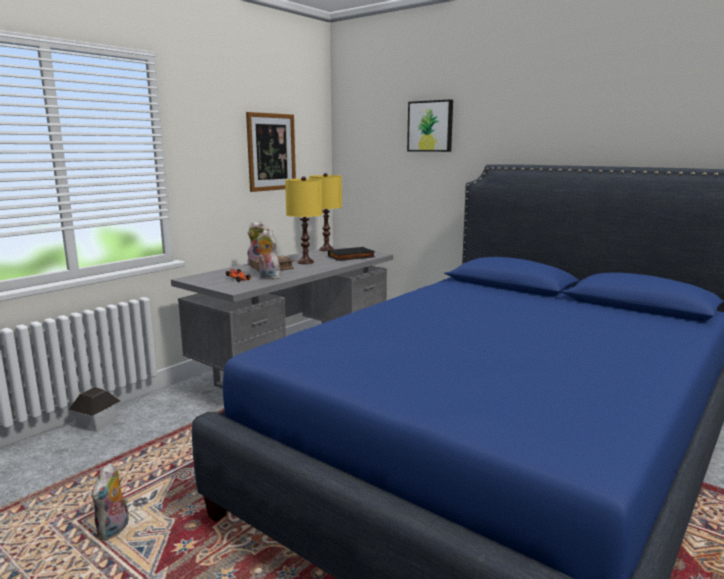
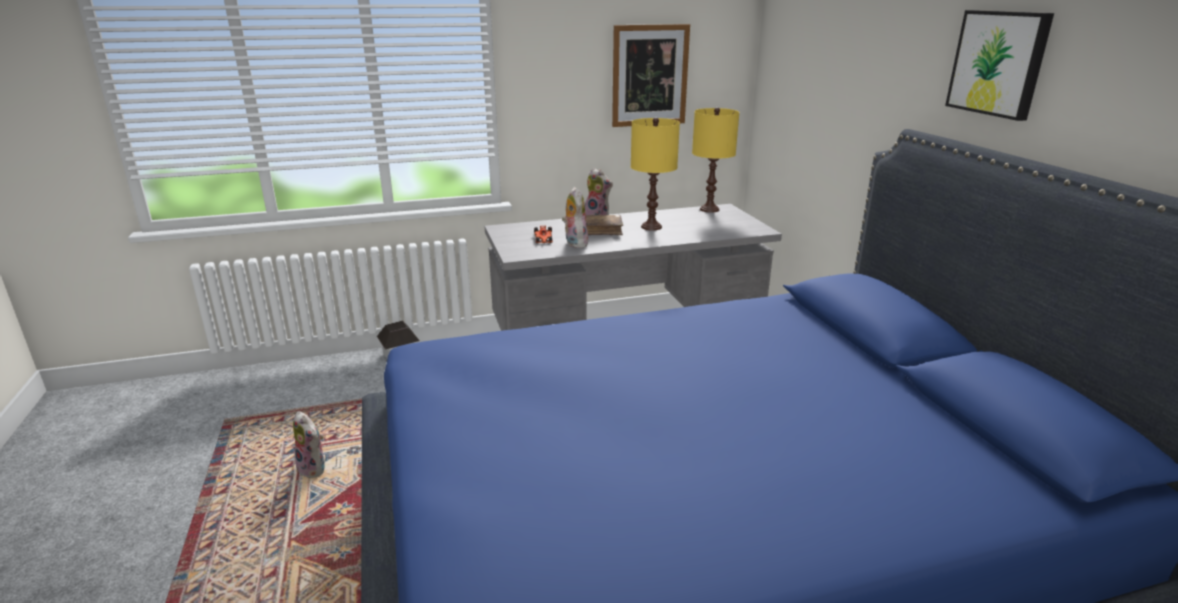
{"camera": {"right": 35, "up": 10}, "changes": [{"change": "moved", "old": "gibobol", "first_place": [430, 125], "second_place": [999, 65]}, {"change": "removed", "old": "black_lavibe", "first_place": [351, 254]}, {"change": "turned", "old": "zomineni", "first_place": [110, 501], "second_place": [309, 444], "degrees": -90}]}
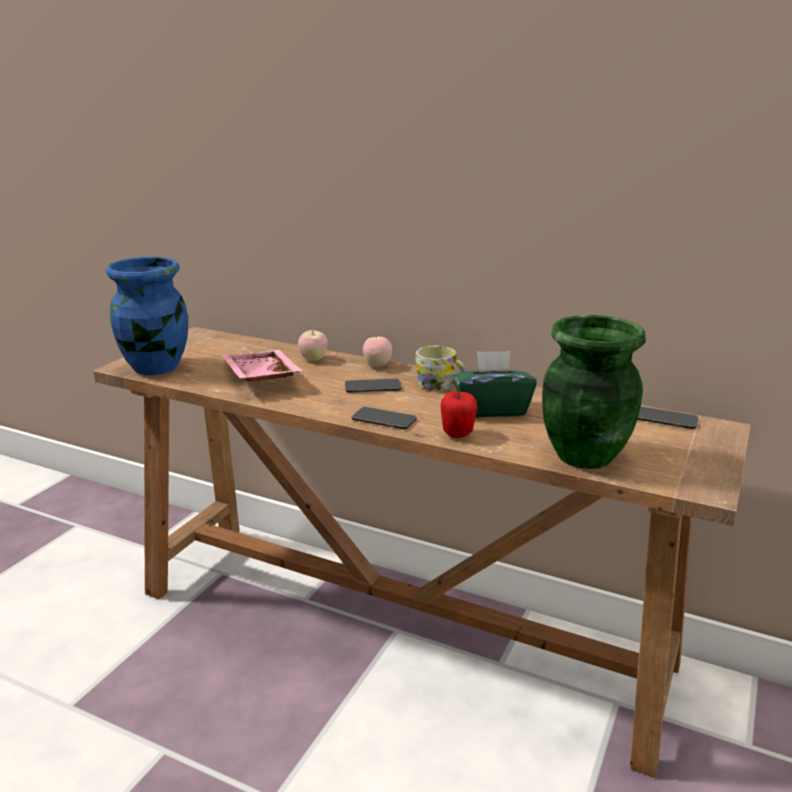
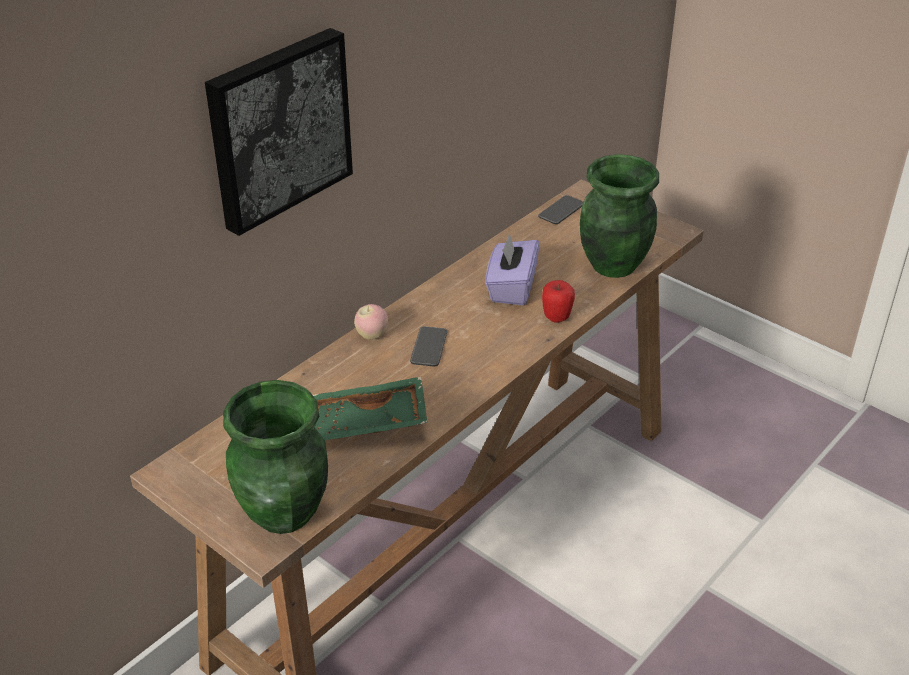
{"camera": {"right": -75, "up": 15}, "changes": [{"change": "recoloured", "old": "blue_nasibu", "new": "green_nasibu", "first_place": [147, 316], "second_place": [275, 457]}, {"change": "removed", "old": "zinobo", "first_place": [313, 345]}, {"change": "removed", "old": "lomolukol", "first_place": [440, 368]}, {"change": "recoloured", "old": "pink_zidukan", "new": "green_zidukan", "first_place": [262, 365], "second_place": [370, 408]}, {"change": "recoloured", "old": "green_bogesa", "new": "purple_bogesa", "first_place": [495, 384], "second_place": [512, 269]}, {"change": "removed", "old": "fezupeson", "first_place": [384, 418]}, {"change": "added", "new": "gibobol", "second_place": [279, 132]}]}
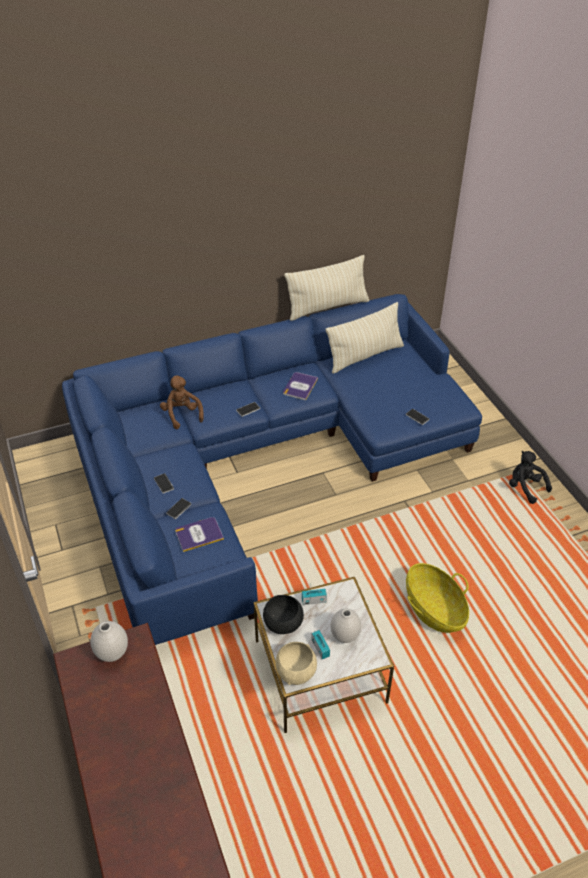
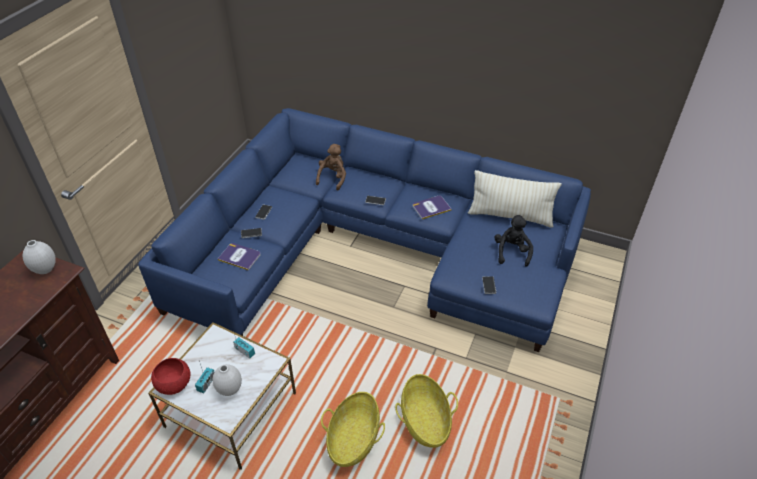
{"camera": {"right": 45, "up": 0}, "changes": [{"change": "removed", "old": "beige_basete", "first_place": [326, 288]}, {"change": "moved", "old": "black_zomineni", "first_place": [530, 477], "second_place": [513, 241]}, {"change": "removed", "old": "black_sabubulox", "first_place": [283, 614]}, {"change": "recoloured", "old": "beige_sabubulox", "new": "red_sabubulox", "first_place": [296, 663], "second_place": [170, 376]}, {"change": "added", "new": "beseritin", "second_place": [426, 411]}]}
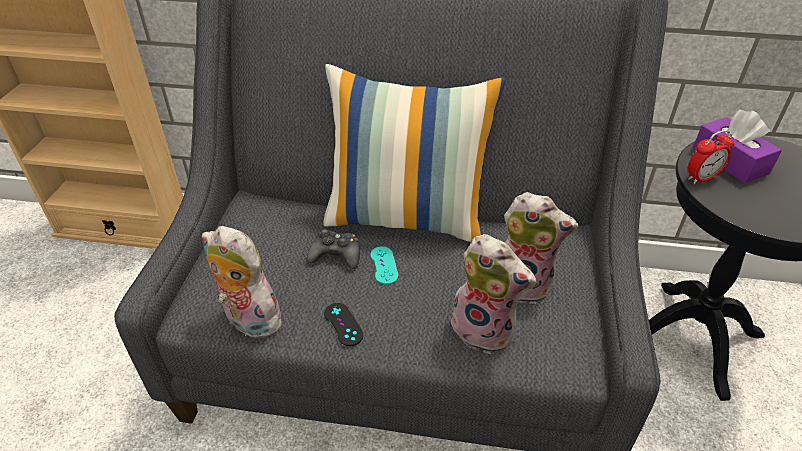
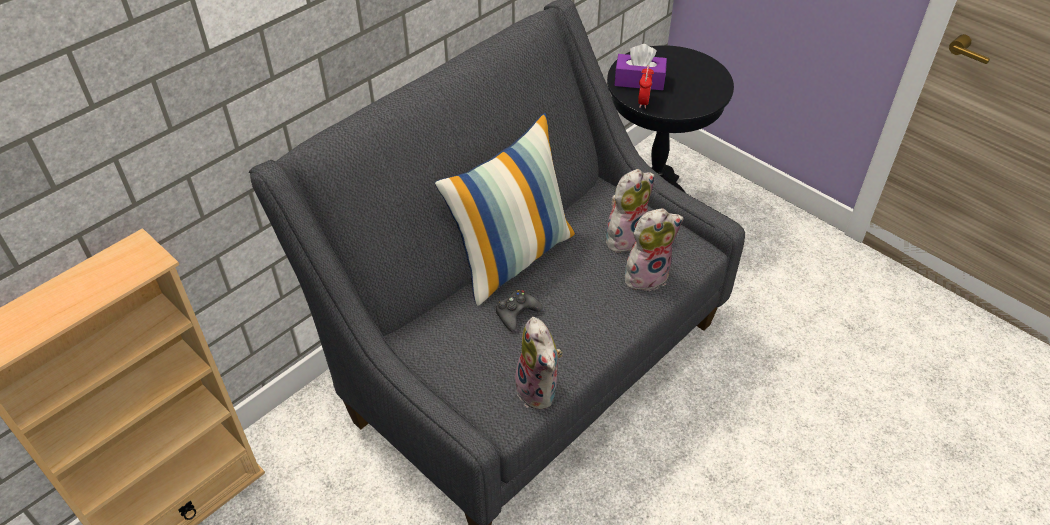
{"camera": {"right": -55, "up": 5}, "changes": [{"change": "turned", "old": "zomineni", "first_place": [243, 282], "second_place": [537, 363], "degrees": -90}, {"change": "removed", "old": "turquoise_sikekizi", "first_place": [384, 265]}, {"change": "removed", "old": "black_sikekizi", "first_place": [344, 324]}]}
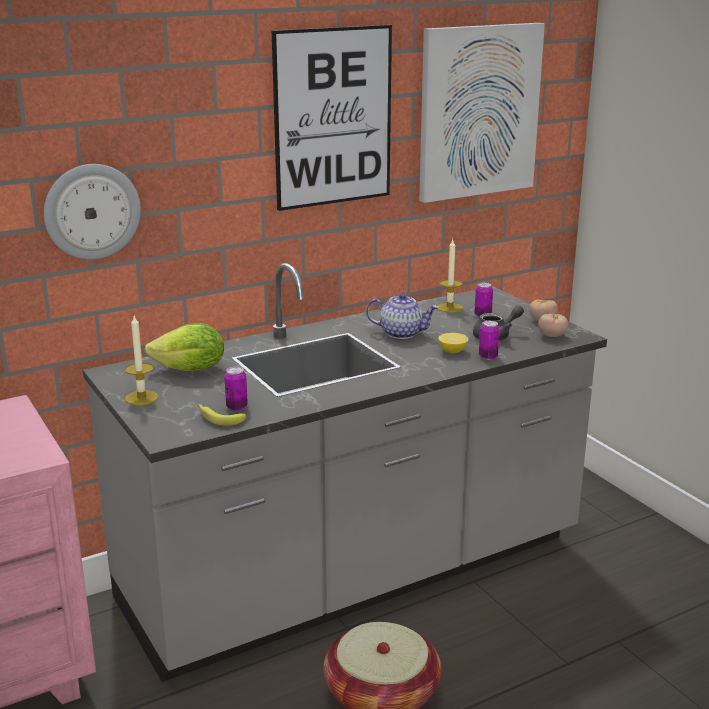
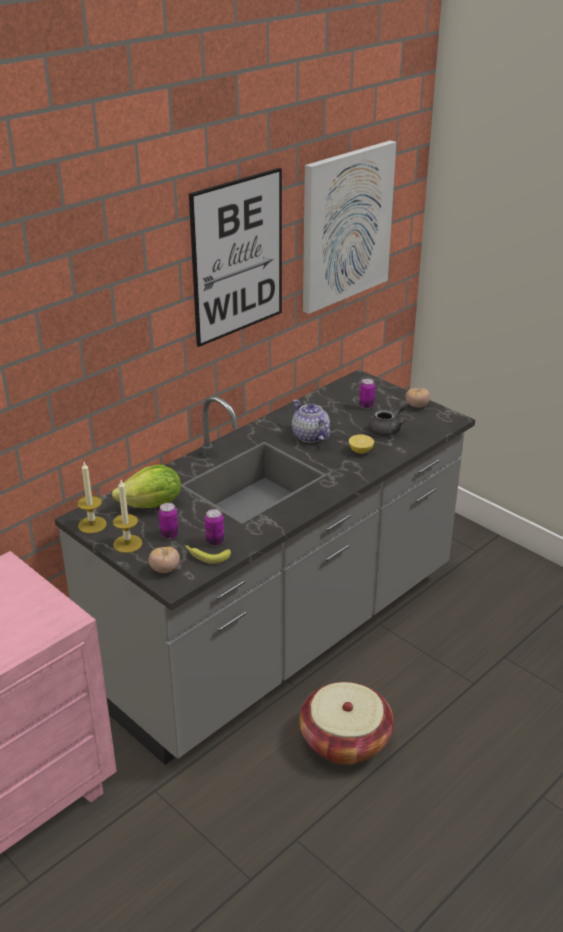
{"camera": {"right": -15, "up": 10}, "changes": [{"change": "removed", "old": "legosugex", "first_place": [92, 212]}, {"change": "moved", "old": "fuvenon", "first_place": [450, 276], "second_place": [92, 497]}, {"change": "turned", "old": "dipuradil", "first_place": [402, 316], "second_place": [311, 421], "degrees": -120}, {"change": "moved", "old": "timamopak", "first_place": [553, 325], "second_place": [164, 560]}, {"change": "moved", "old": "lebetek", "first_place": [489, 340], "second_place": [169, 521]}]}
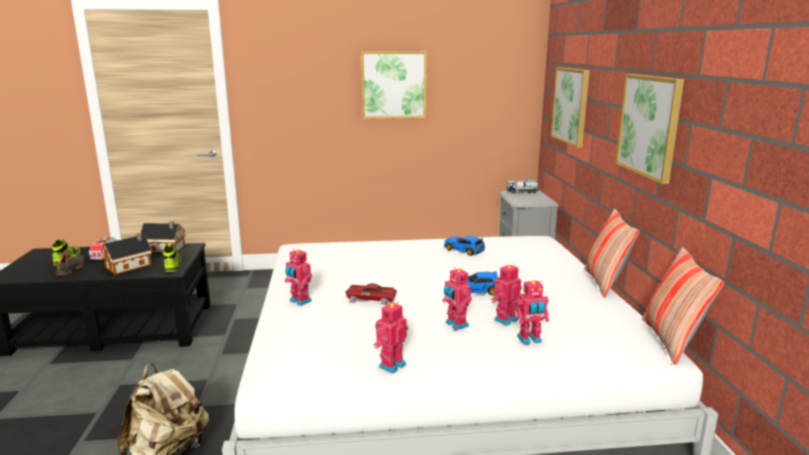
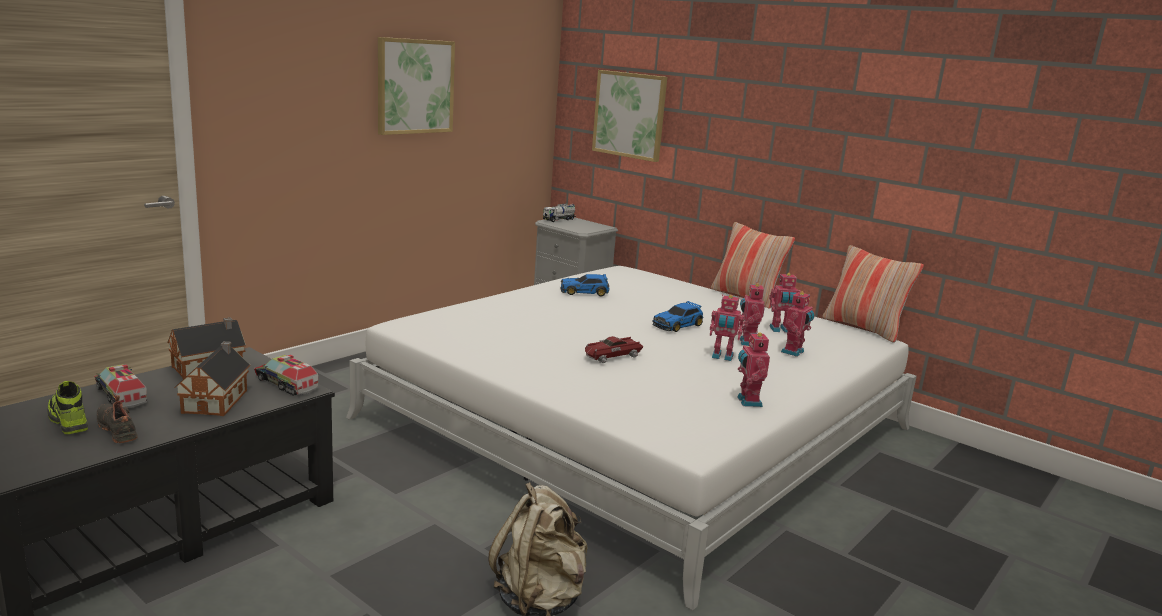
{"camera": {"right": -45, "up": 0}, "changes": [{"change": "removed", "old": "gibobol", "first_place": [649, 129]}, {"change": "replaced", "old": "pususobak", "new": "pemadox", "first_place": [172, 258], "second_place": [286, 375]}, {"change": "moved", "old": "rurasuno", "first_place": [298, 277], "second_place": [785, 303]}]}
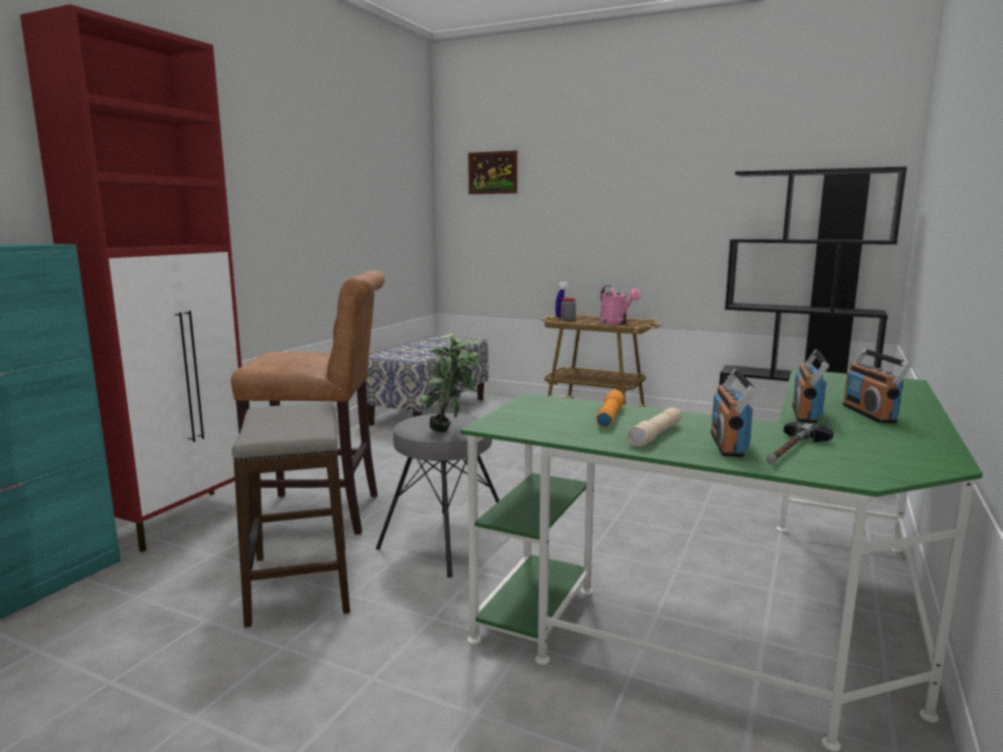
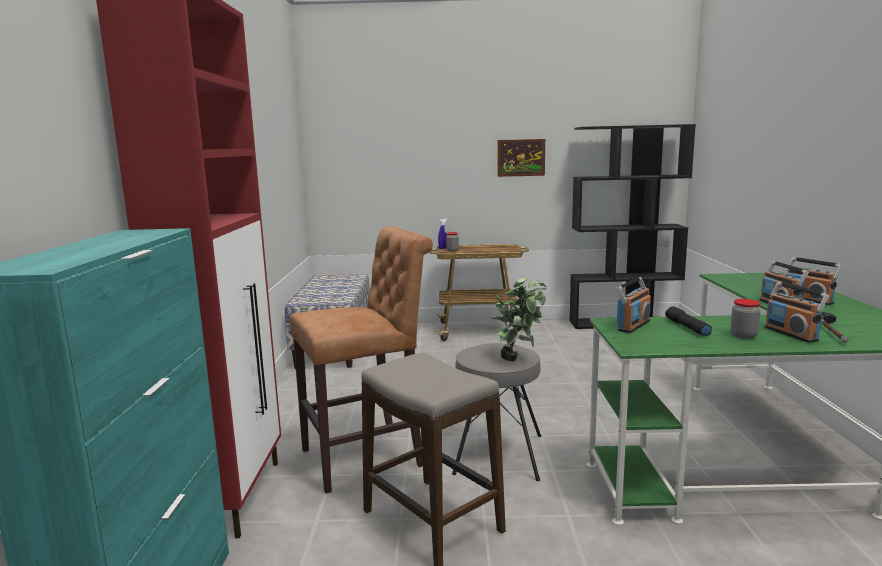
{"camera": {"right": -25, "up": 0}, "changes": [{"change": "moved", "old": "gibobol", "first_place": [492, 172], "second_place": [521, 158]}, {"change": "removed", "old": "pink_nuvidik", "first_place": [620, 305]}, {"change": "recoloured", "old": "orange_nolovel", "new": "black_nolovel", "first_place": [610, 409], "second_place": [688, 321]}, {"change": "replaced", "old": "beige_nolovel", "new": "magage", "first_place": [654, 427], "second_place": [745, 319]}, {"change": "added", "new": "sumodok", "second_place": [633, 305]}]}
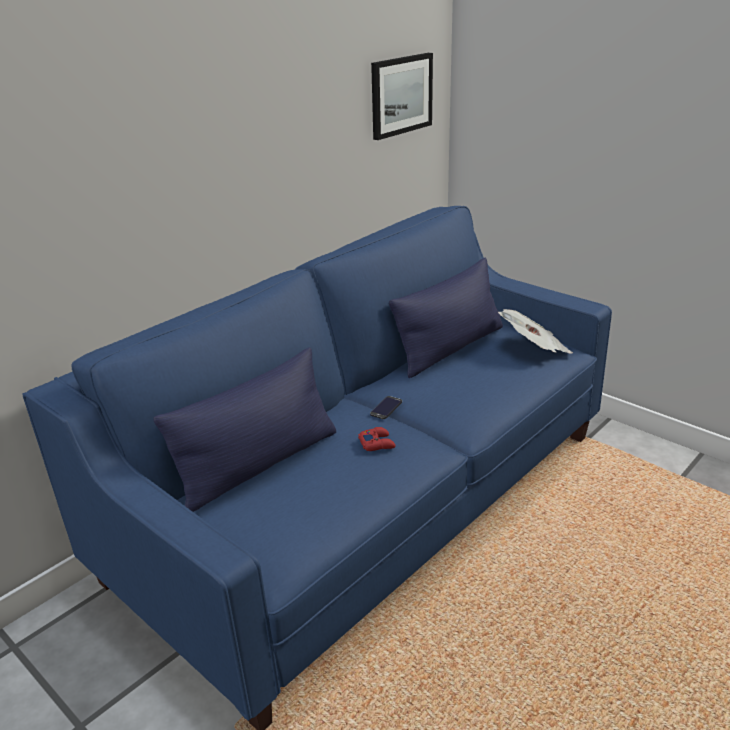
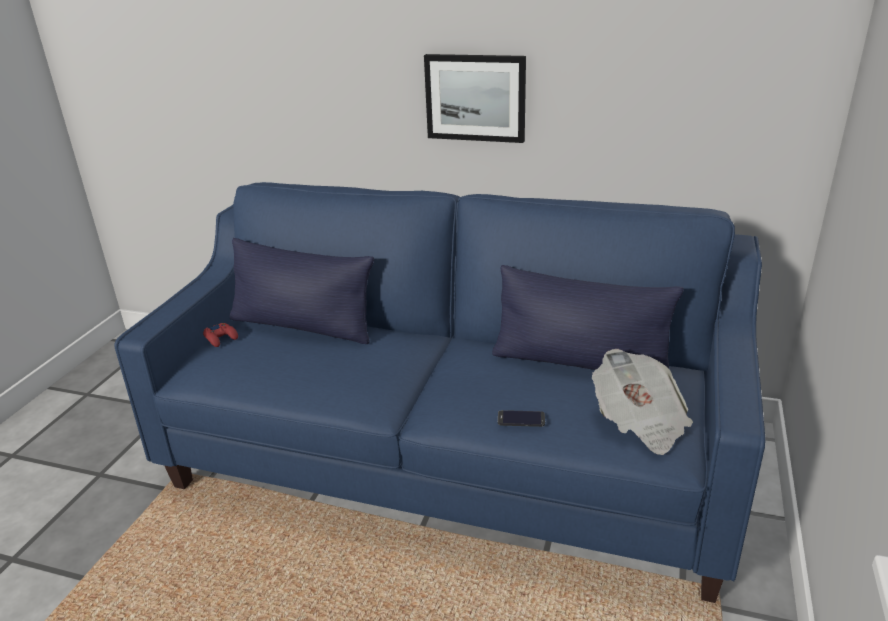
{"camera": {"right": 65, "up": 0}, "changes": [{"change": "moved", "old": "gibobol", "first_place": [402, 96], "second_place": [475, 98]}, {"change": "moved", "old": "fezupeson", "first_place": [386, 407], "second_place": [521, 418]}, {"change": "moved", "old": "red_sikekizi", "first_place": [377, 439], "second_place": [220, 335]}]}
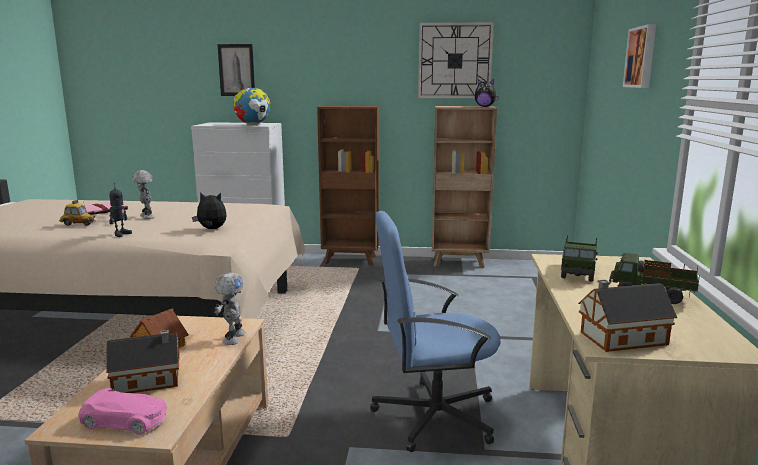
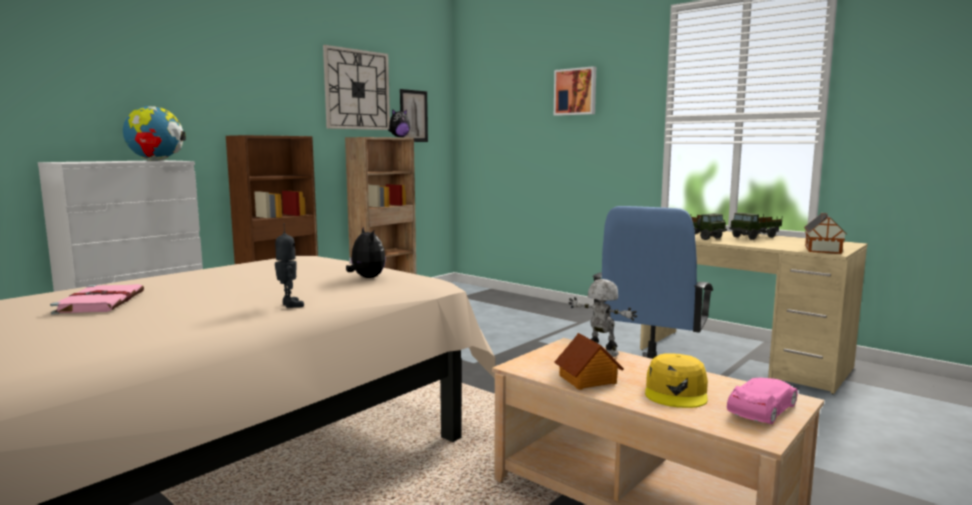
{"camera": {"right": -55, "up": -5}, "changes": [{"change": "moved", "old": "gibobol", "first_place": [236, 70], "second_place": [414, 115]}, {"change": "removed", "old": "rurasuno", "first_place": [143, 194]}, {"change": "turned", "old": "zomineni", "first_place": [209, 210], "second_place": [366, 252], "degrees": 105}, {"change": "removed", "old": "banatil", "first_place": [77, 213]}, {"change": "replaced", "old": "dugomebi", "new": "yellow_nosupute", "first_place": [143, 361], "second_place": [676, 380]}]}
